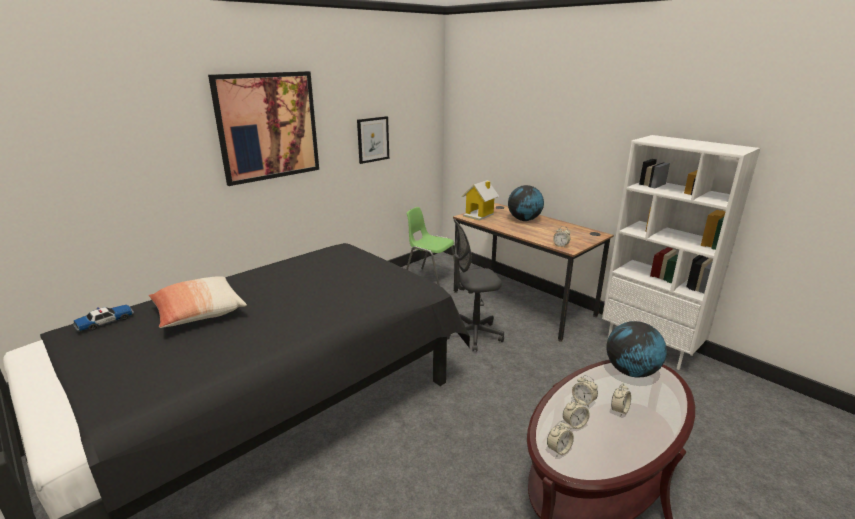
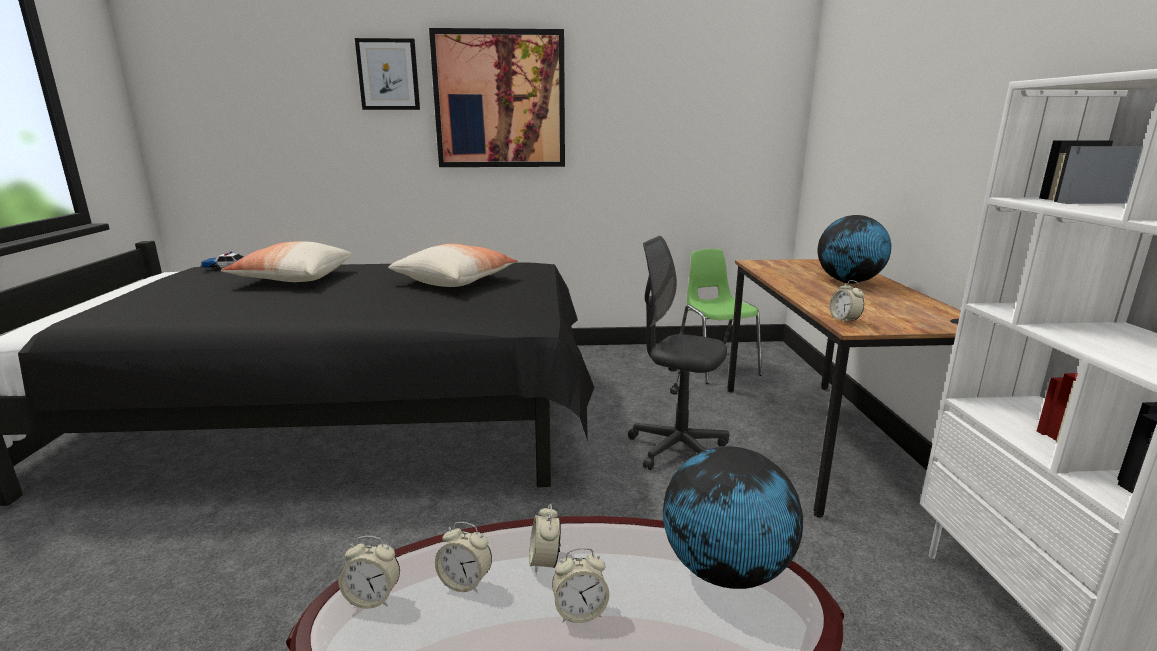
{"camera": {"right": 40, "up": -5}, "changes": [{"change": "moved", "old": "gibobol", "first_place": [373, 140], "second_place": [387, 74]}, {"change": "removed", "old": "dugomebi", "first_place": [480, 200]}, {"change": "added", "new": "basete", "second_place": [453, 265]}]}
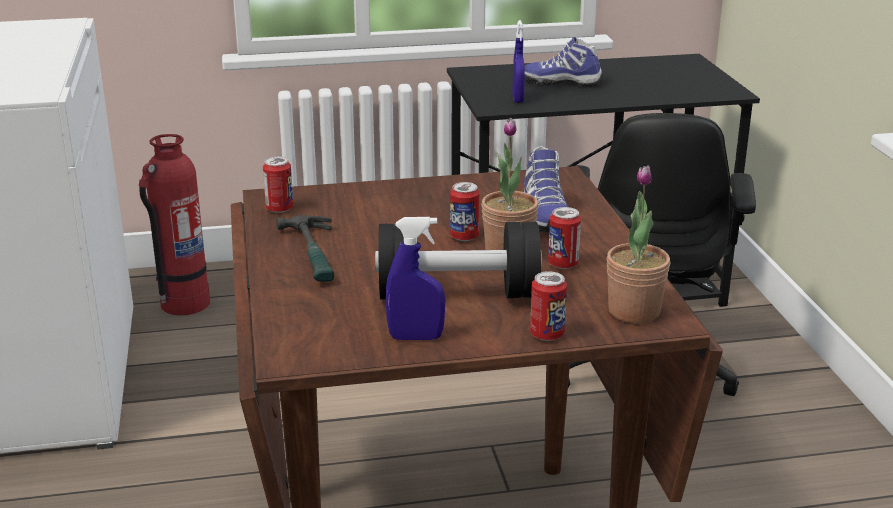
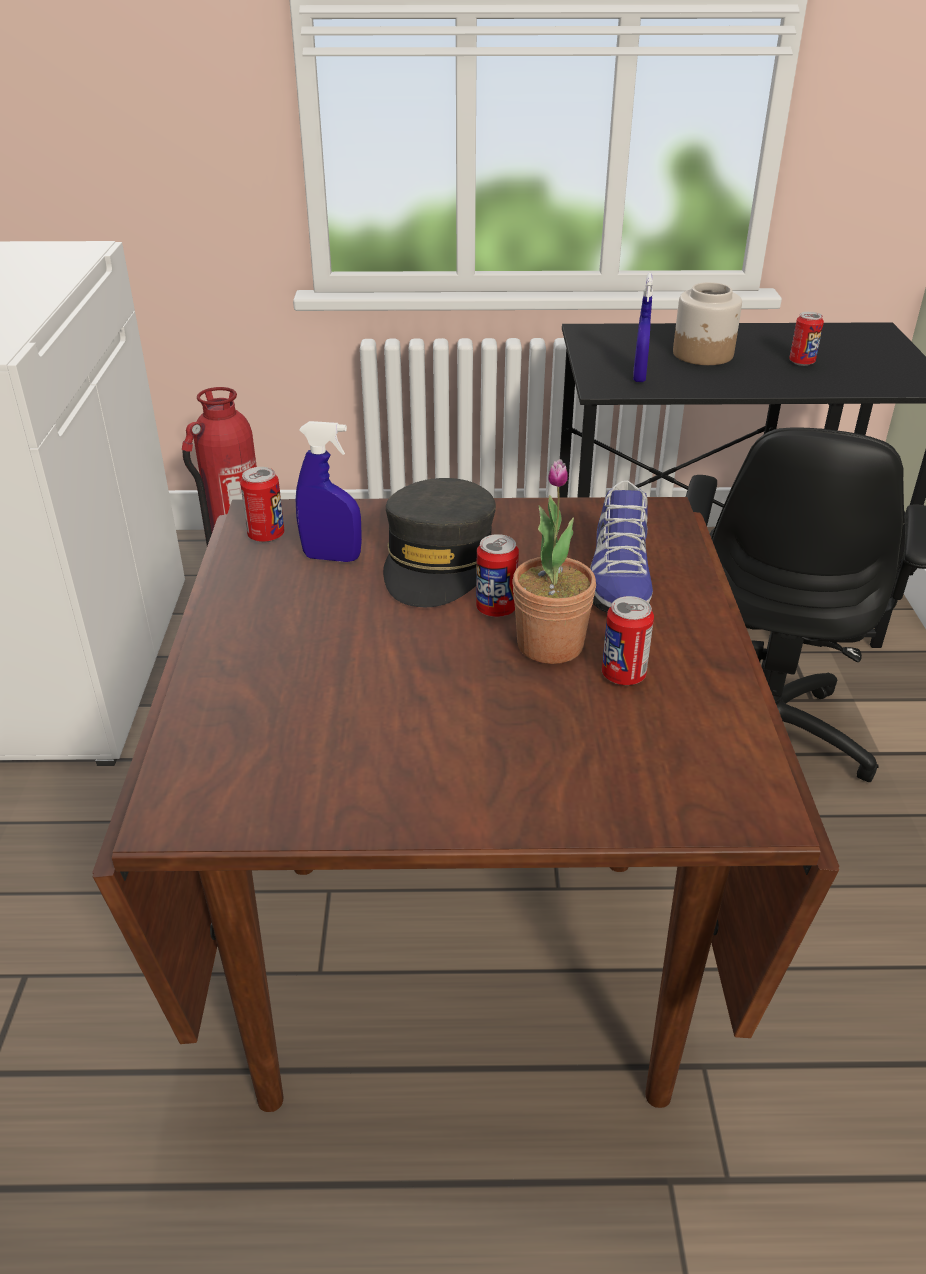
{"camera": {"right": 10, "up": 10}, "changes": [{"change": "replaced", "old": "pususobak", "new": "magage", "first_place": [563, 62], "second_place": [707, 323]}, {"change": "removed", "old": "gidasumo", "first_place": [638, 244]}, {"change": "removed", "old": "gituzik", "first_place": [305, 248]}, {"change": "moved", "old": "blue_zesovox", "first_place": [415, 278], "second_place": [329, 491]}, {"change": "removed", "old": "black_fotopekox", "first_place": [458, 261]}, {"change": "moved", "old": "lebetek", "first_place": [548, 306], "second_place": [806, 339]}, {"change": "added", "new": "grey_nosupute", "second_place": [439, 542]}]}
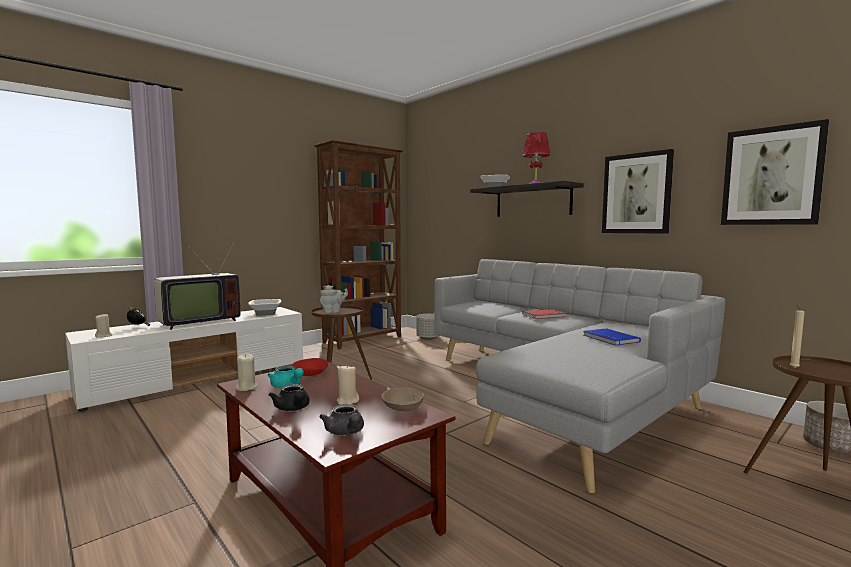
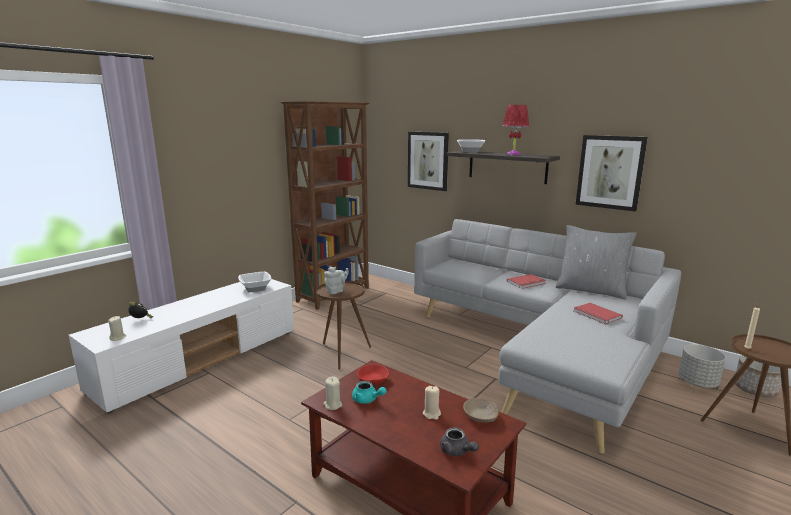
{"camera": {"right": -10, "up": 10}, "changes": [{"change": "moved", "old": "gibobol", "first_place": [775, 172], "second_place": [428, 161]}, {"change": "removed", "old": "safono", "first_place": [197, 285]}, {"change": "moved", "old": "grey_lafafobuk", "first_place": [428, 327], "second_place": [702, 366]}, {"change": "recoloured", "old": "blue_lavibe", "new": "red_lavibe", "first_place": [612, 337], "second_place": [598, 313]}, {"change": "removed", "old": "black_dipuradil", "first_place": [289, 397]}, {"change": "added", "new": "grey_basete", "second_place": [596, 262]}]}
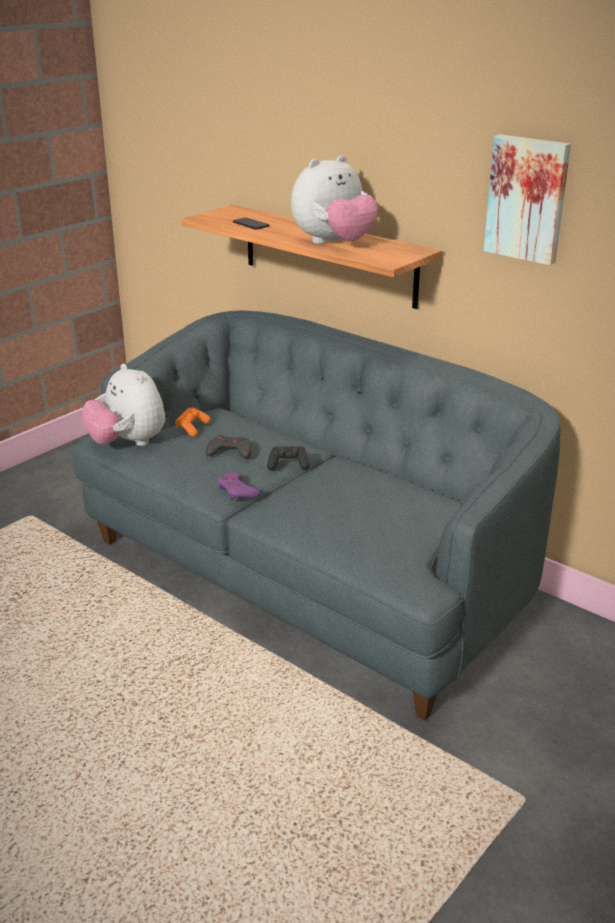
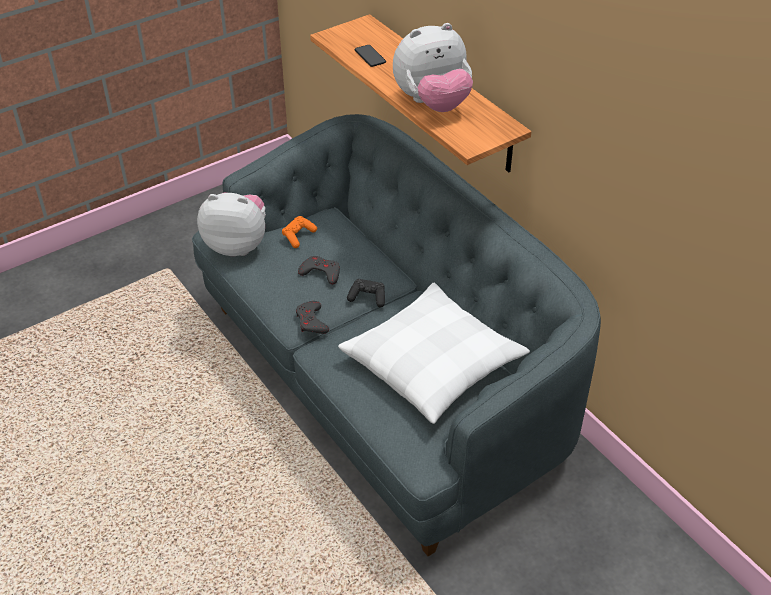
{"camera": {"right": 15, "up": 15}, "changes": [{"change": "removed", "old": "gibobol", "first_place": [527, 199]}, {"change": "turned", "old": "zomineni", "first_place": [123, 405], "second_place": [231, 224], "degrees": 120}, {"change": "recoloured", "old": "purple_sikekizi", "new": "grey_sikekizi", "first_place": [239, 486], "second_place": [312, 317]}, {"change": "added", "new": "white_basete", "second_place": [434, 353]}]}
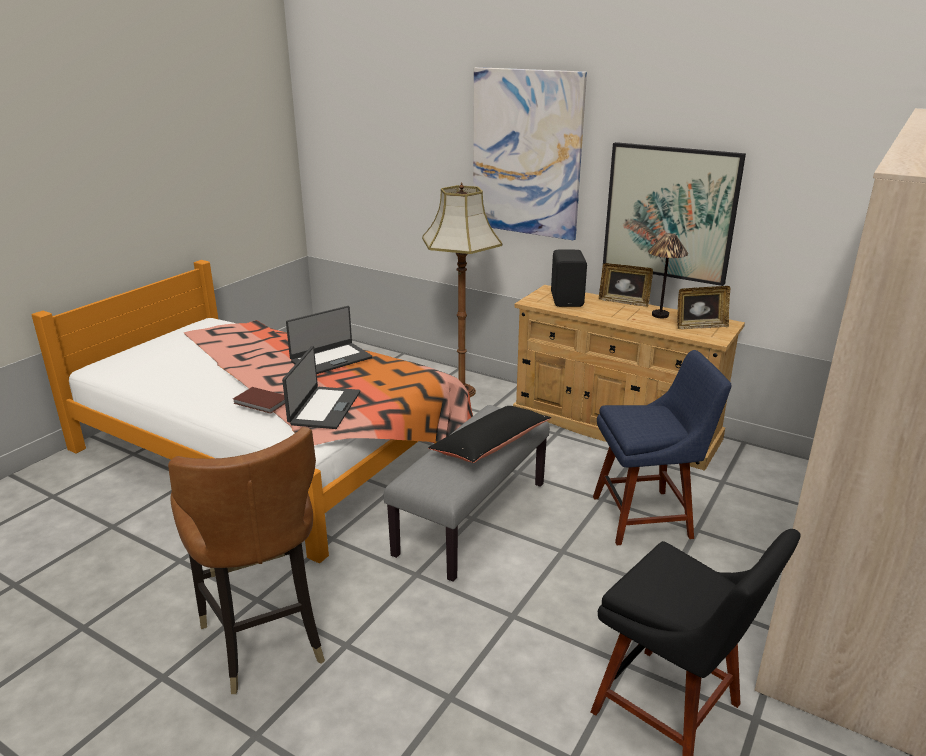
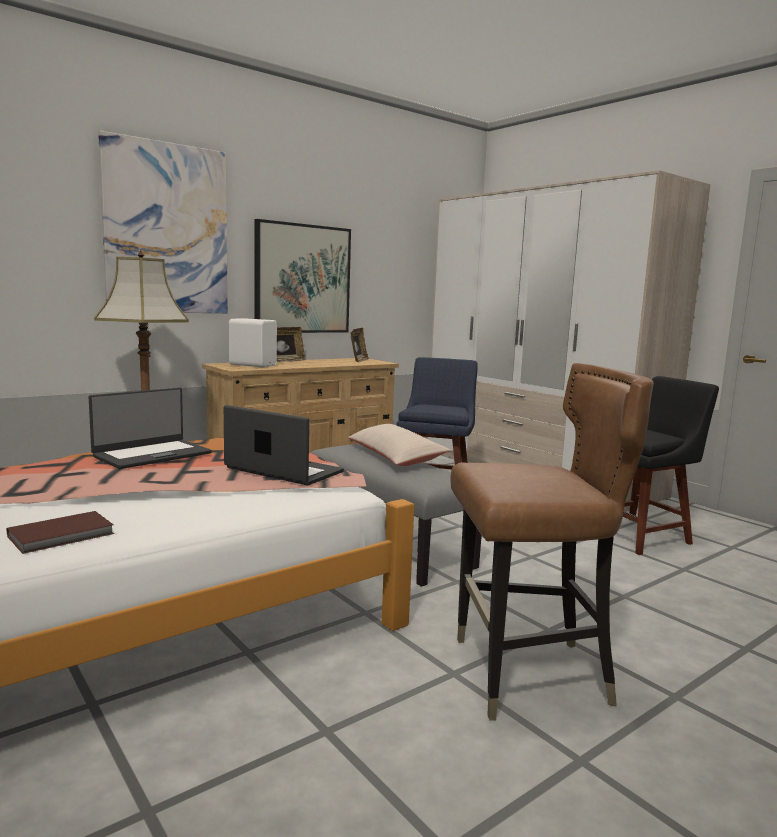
{"camera": {"right": -70, "up": -15}, "changes": [{"change": "removed", "old": "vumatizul", "first_place": [668, 276]}, {"change": "recoloured", "old": "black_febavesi", "new": "white_febavesi", "first_place": [569, 278], "second_place": [253, 342]}, {"change": "turned", "old": "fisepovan", "first_place": [329, 340], "second_place": [150, 428], "degrees": 60}, {"change": "moved", "old": "brown_lavibe", "first_place": [259, 400], "second_place": [60, 532]}, {"change": "recoloured", "old": "black_basete", "new": "beige_basete", "first_place": [489, 434], "second_place": [399, 445]}]}
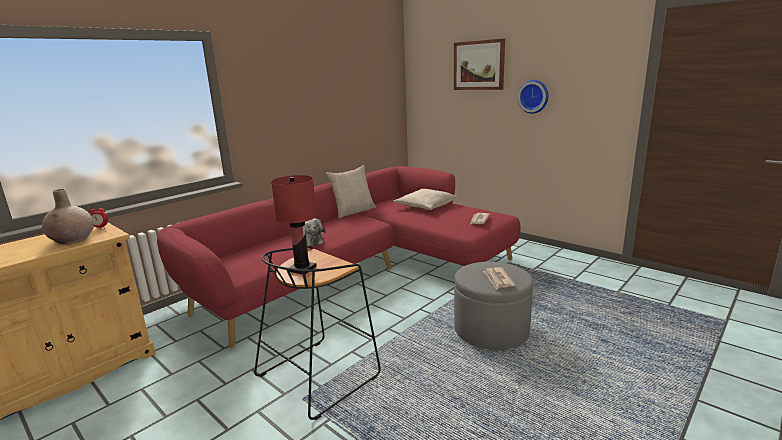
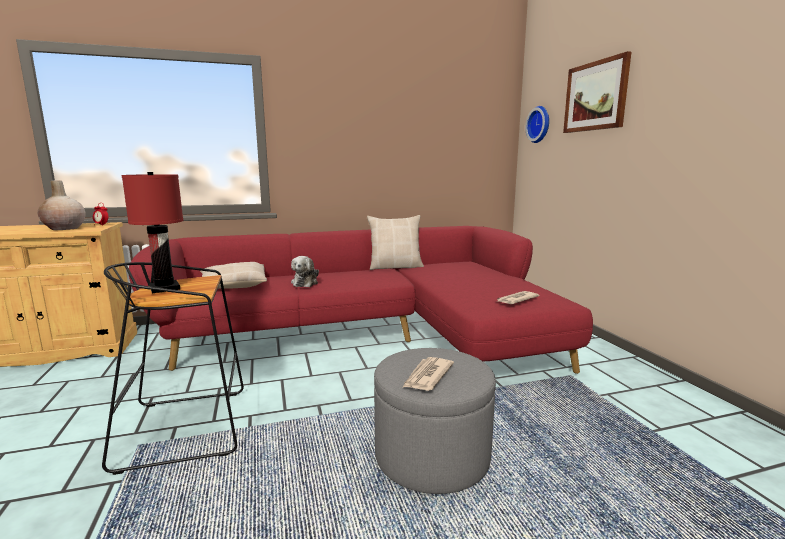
{"camera": {"right": 30, "up": -5}, "changes": [{"change": "moved", "old": "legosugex", "first_place": [533, 97], "second_place": [537, 124]}, {"change": "moved", "old": "beige_basete", "first_place": [426, 199], "second_place": [233, 275]}]}
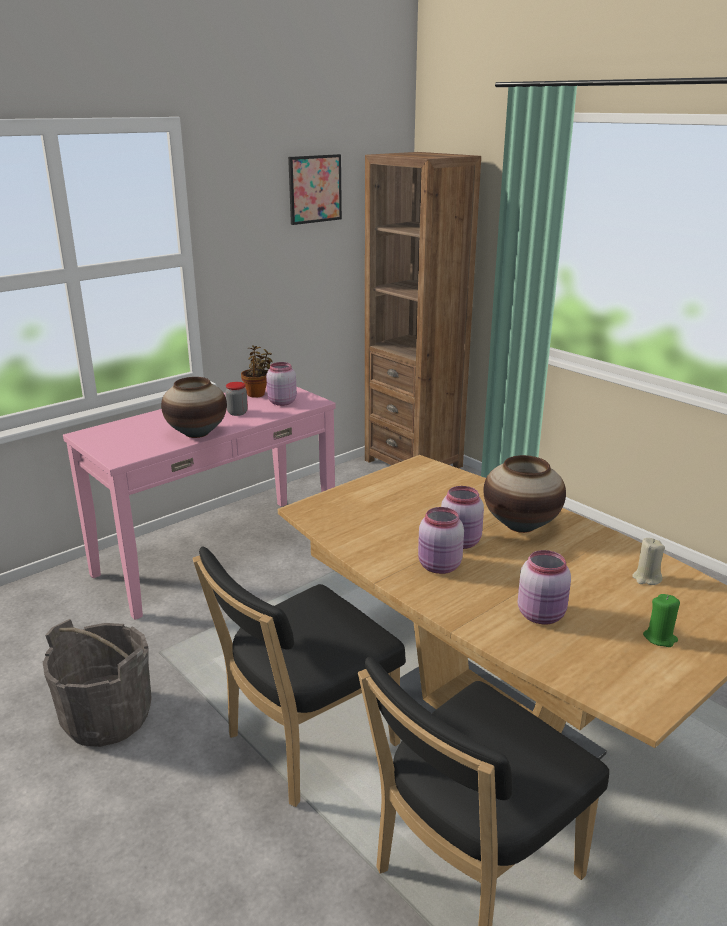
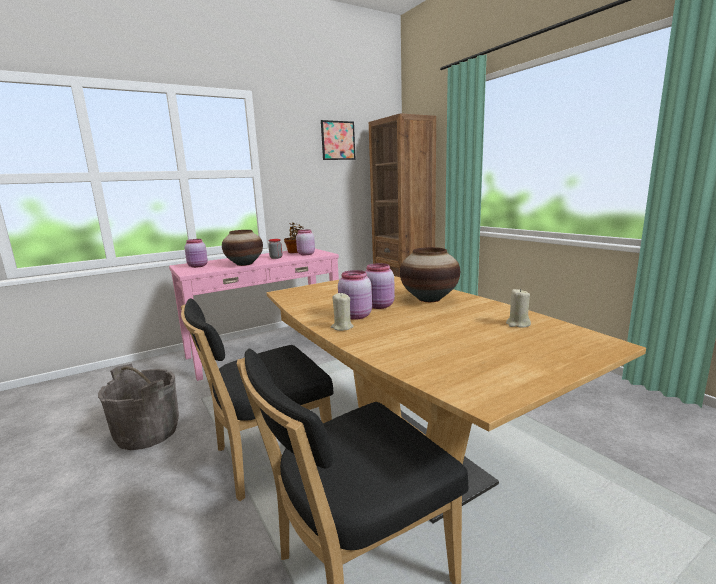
{"camera": {"right": 10, "up": -10}, "changes": [{"change": "moved", "old": "pink_magage", "first_place": [544, 587], "second_place": [196, 253]}, {"change": "removed", "old": "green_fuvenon", "first_place": [661, 620]}, {"change": "added", "new": "beige_fuvenon", "second_place": [342, 312]}]}
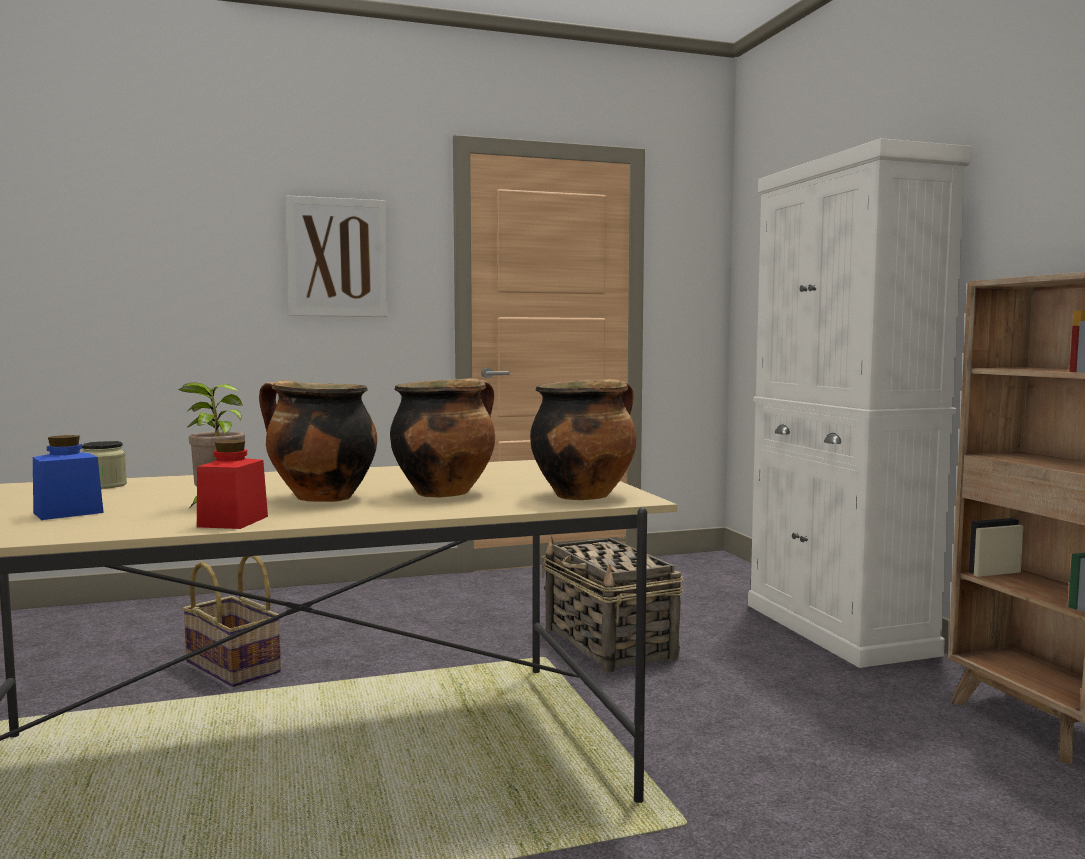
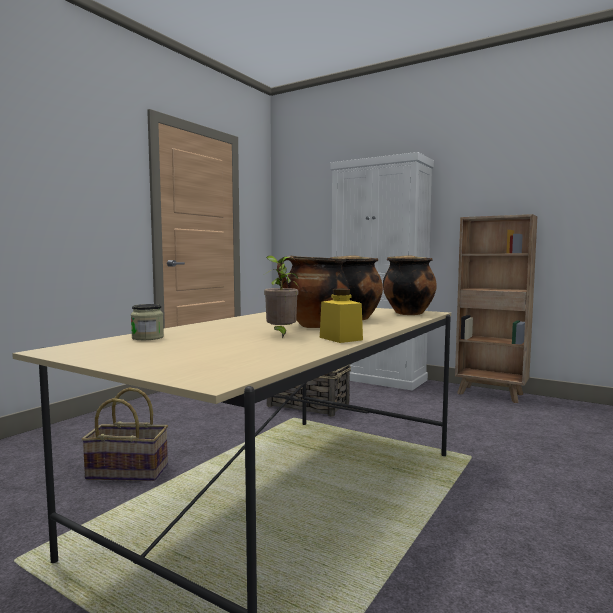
{"camera": {"right": -40, "up": 0}, "changes": [{"change": "removed", "old": "gibobol", "first_place": [337, 256]}, {"change": "removed", "old": "blue_magage", "first_place": [68, 477]}, {"change": "recoloured", "old": "red_magage", "new": "yellow_magage", "first_place": [232, 484], "second_place": [341, 316]}]}
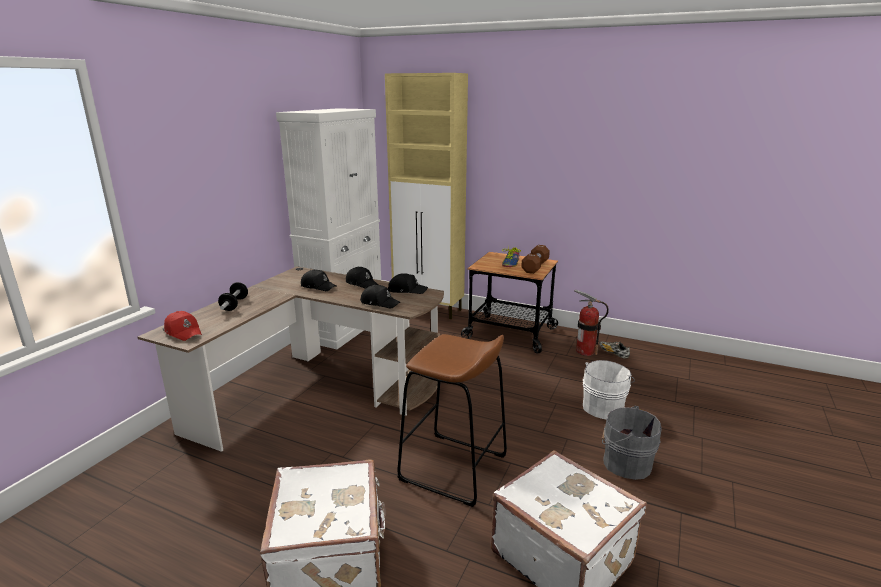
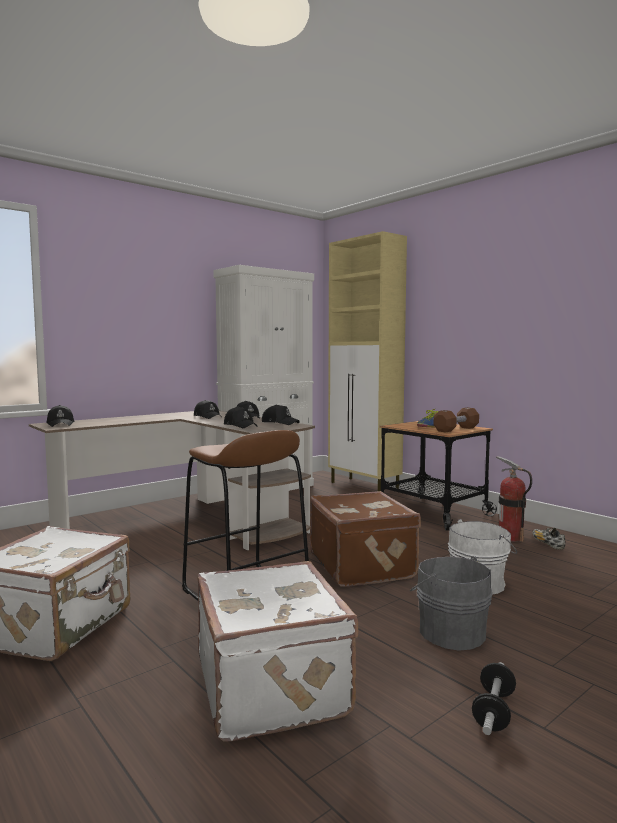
{"camera": {"right": 25, "up": -15}, "changes": [{"change": "moved", "old": "fotopekox", "first_place": [233, 296], "second_place": [494, 698]}, {"change": "recoloured", "old": "red_nosupute", "new": "black_nosupute", "first_place": [183, 326], "second_place": [60, 416]}, {"change": "added", "new": "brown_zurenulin", "second_place": [365, 539]}]}
